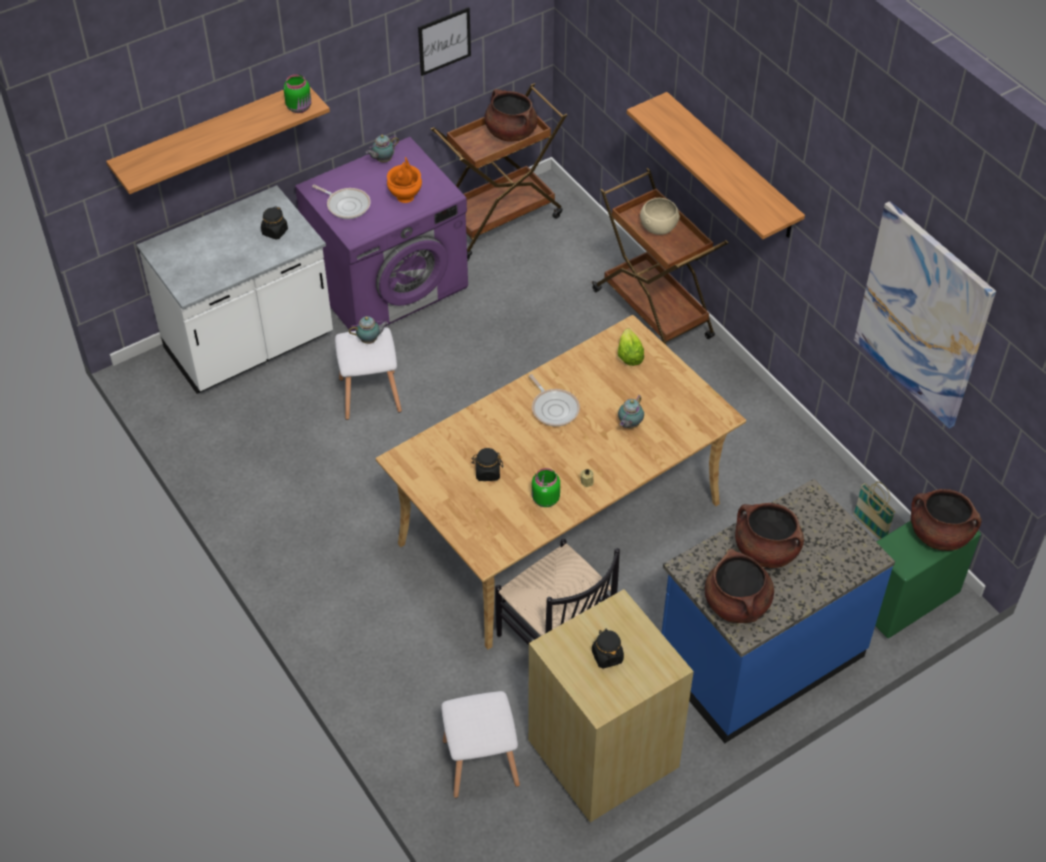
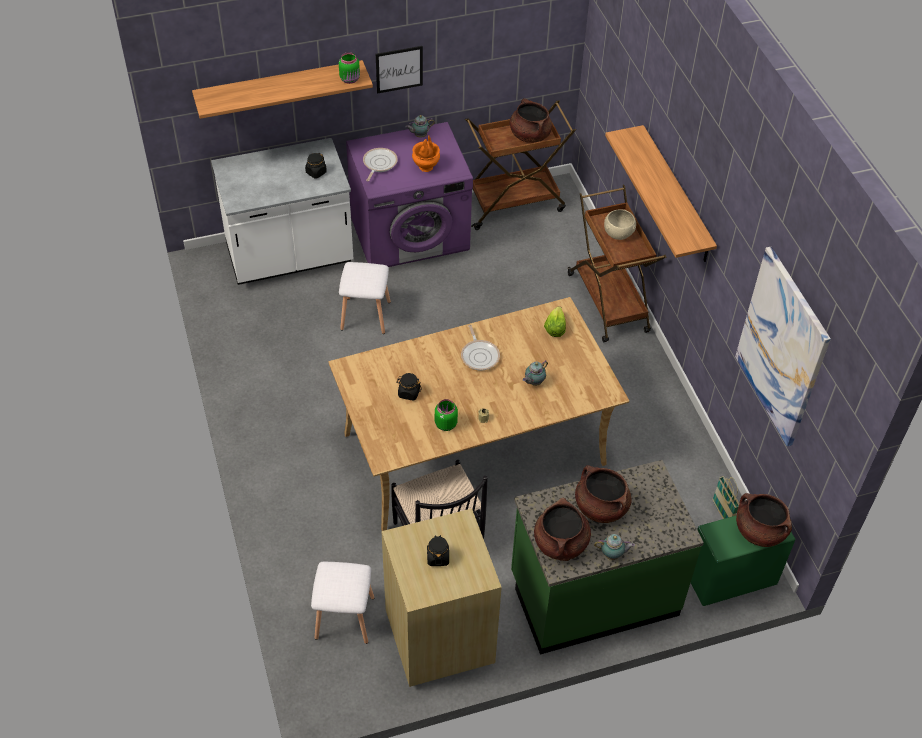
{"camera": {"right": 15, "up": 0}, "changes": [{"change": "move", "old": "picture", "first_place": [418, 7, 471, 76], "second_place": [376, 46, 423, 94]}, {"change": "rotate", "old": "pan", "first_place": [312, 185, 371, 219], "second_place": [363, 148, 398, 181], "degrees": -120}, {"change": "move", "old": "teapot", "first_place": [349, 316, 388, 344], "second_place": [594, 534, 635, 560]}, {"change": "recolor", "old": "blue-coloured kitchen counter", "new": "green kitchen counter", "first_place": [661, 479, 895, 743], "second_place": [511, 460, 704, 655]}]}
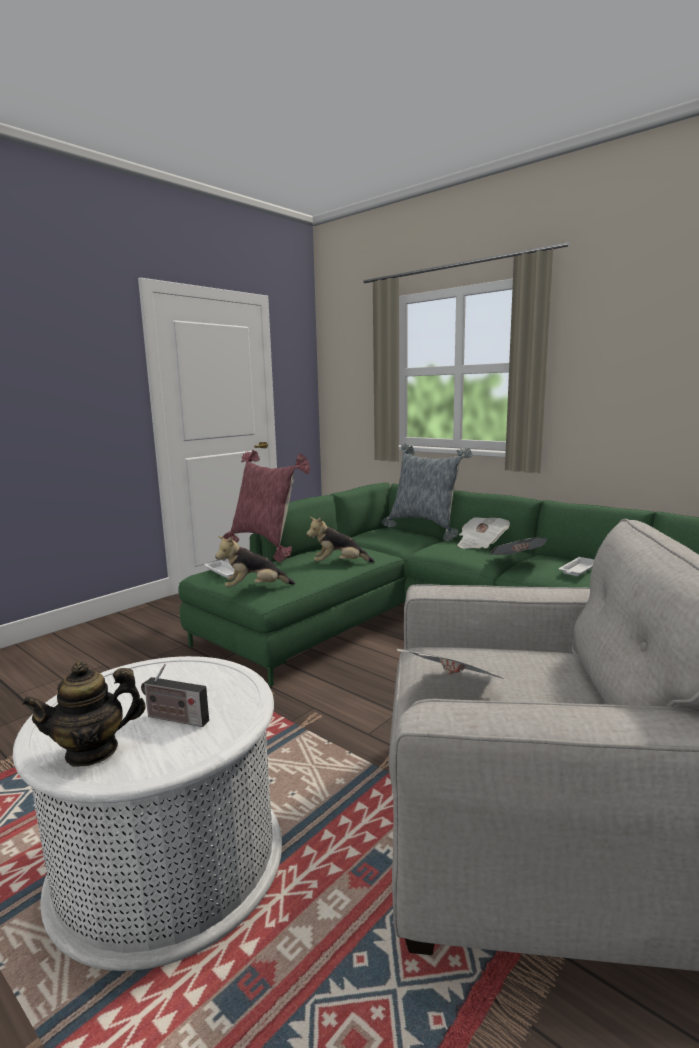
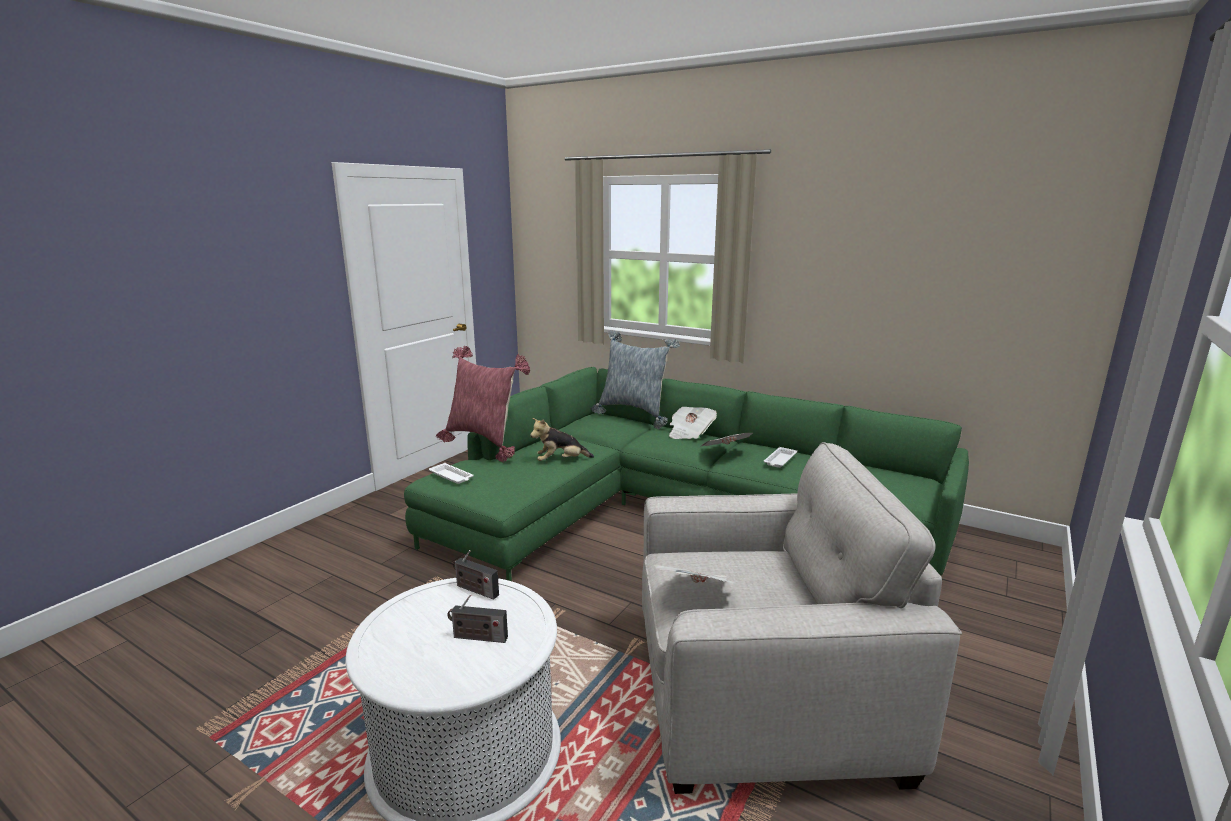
{"camera": {"right": -10, "up": 5}, "changes": [{"change": "delete", "old": "cuddly toy", "first_place": [215, 536, 295, 587]}, {"change": "delete", "old": "teapot", "first_place": [22, 661, 146, 767]}, {"change": "insert", "new": "radio", "second_place": [453, 550, 499, 600]}]}
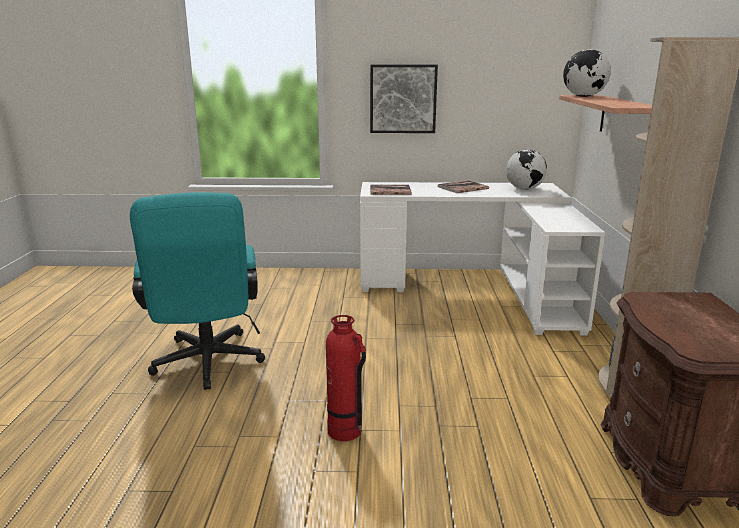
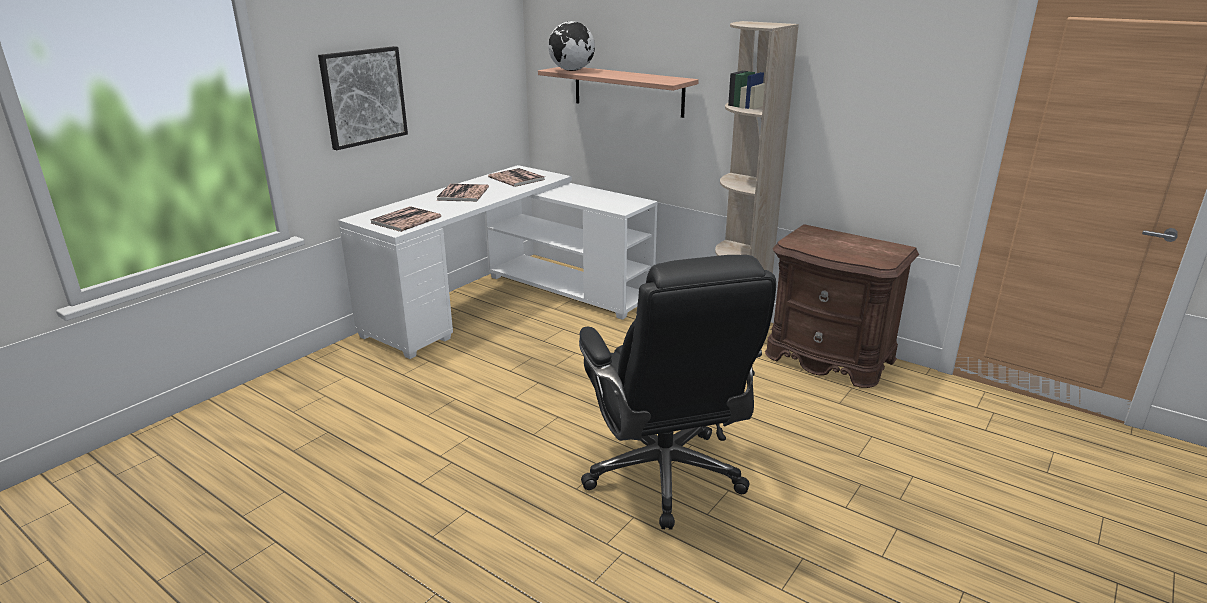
{"camera": {"right": -55, "up": 5}, "changes": [{"change": "replace", "old": "world globe", "new": "volume", "first_place": [506, 149, 547, 190], "second_place": [488, 168, 545, 187]}, {"change": "delete", "old": "turquoise-coloured desk chair", "first_place": [130, 192, 265, 390]}, {"change": "replace", "old": "extinguisher", "new": "black-coloured desk chair", "first_place": [326, 315, 366, 441], "second_place": [579, 255, 776, 530]}]}
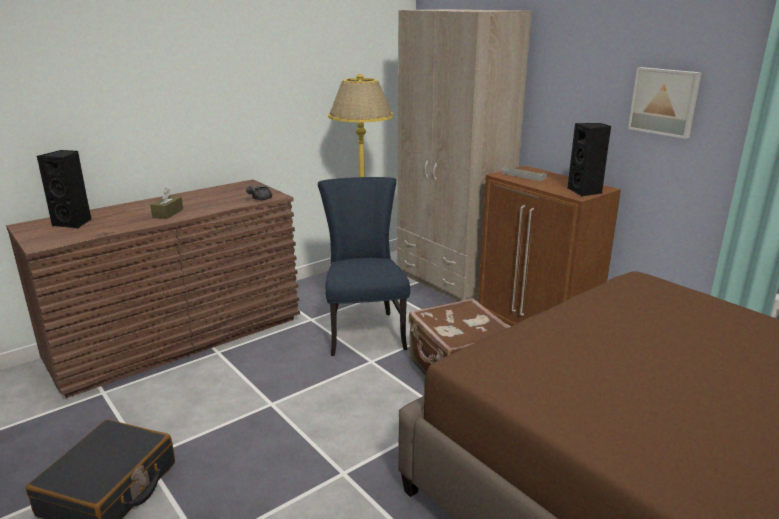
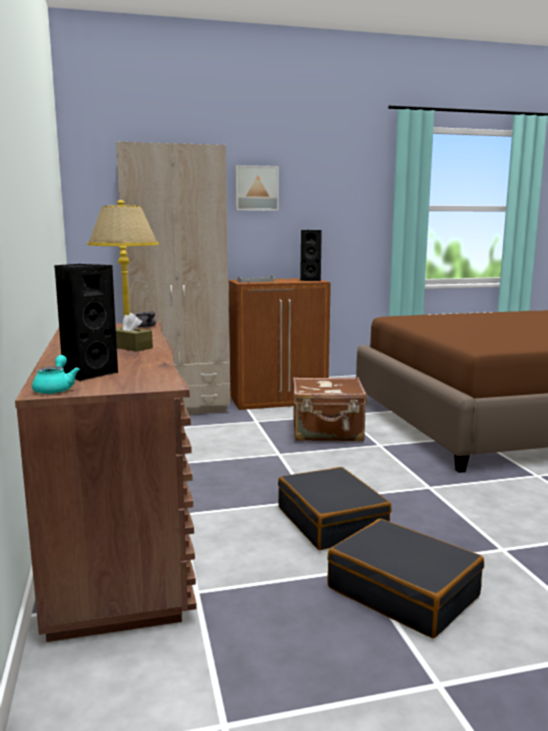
{"camera": {"right": -65, "up": -10}, "changes": [{"change": "move", "old": "picture", "first_place": [628, 67, 702, 139], "second_place": [235, 165, 279, 211]}, {"change": "delete", "old": "blue-coloured chair", "first_place": [318, 177, 410, 356]}, {"change": "insert", "new": "turquoise-coloured teapot", "second_place": [32, 355, 80, 394]}, {"change": "insert", "new": "black-coloured travel case", "second_place": [278, 467, 392, 550]}]}
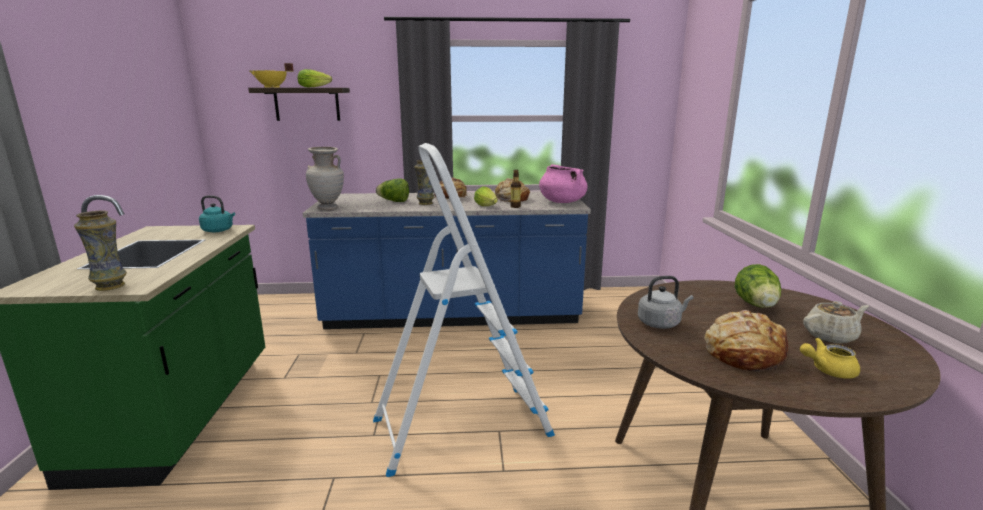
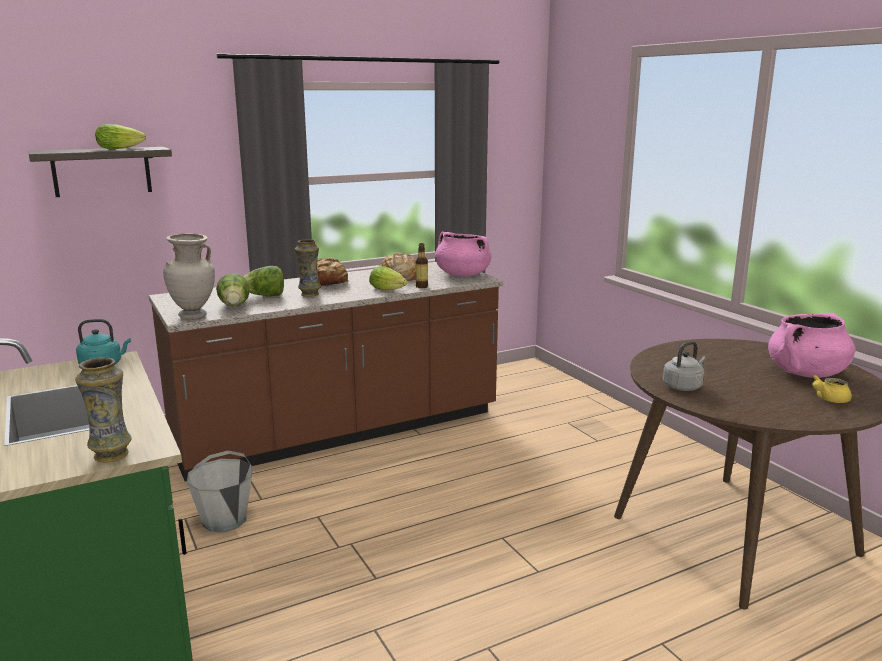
{"camera": {"right": -25, "up": 0}, "changes": [{"change": "delete", "old": "yellowish cooking pot", "first_place": [250, 63, 294, 87]}, {"change": "delete", "old": "white-coloured stepladder", "first_place": [373, 143, 555, 477]}, {"change": "recolor", "old": "blue-coloured kitchen counter", "new": "brown-coloured kitchen counter", "first_place": [303, 192, 591, 329], "second_place": [149, 262, 503, 481]}, {"change": "move", "old": "lettuce", "first_place": [735, 264, 781, 308], "second_place": [216, 273, 250, 306]}, {"change": "replace", "old": "beige teapot", "new": "pink cooking pot", "first_place": [803, 301, 869, 344], "second_place": [768, 313, 855, 378]}, {"change": "delete", "old": "baked bread", "first_place": [704, 310, 788, 372]}, {"change": "insert", "new": "grey bucket", "second_place": [187, 451, 252, 532]}]}
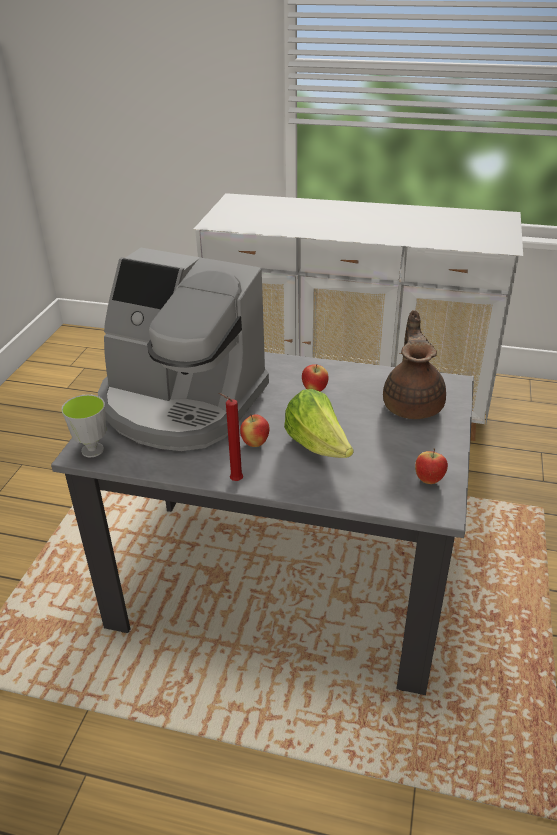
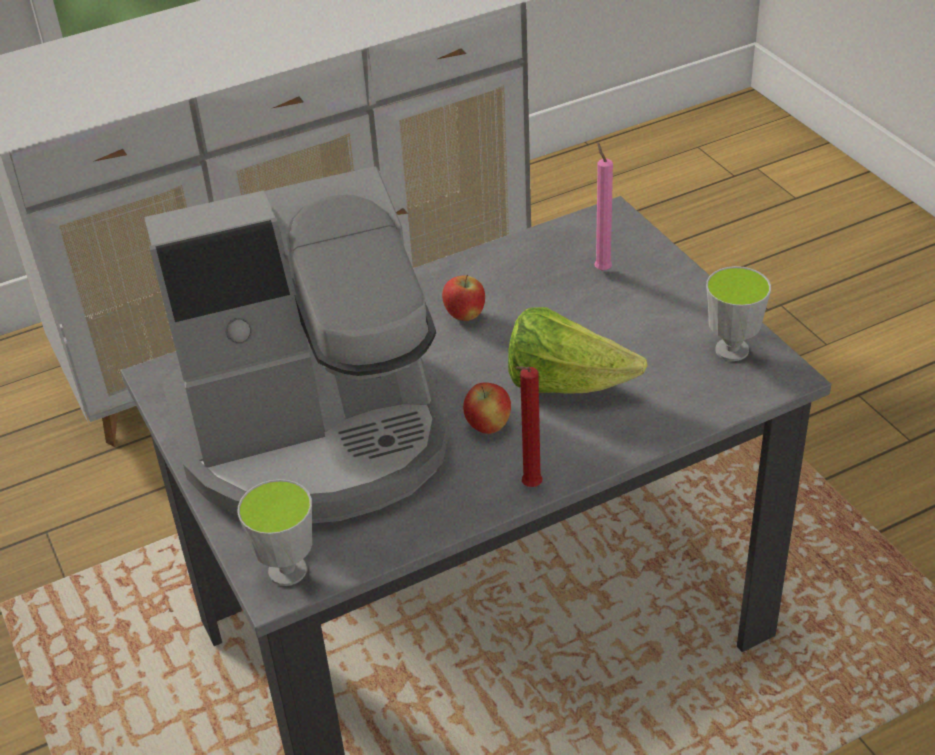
{"camera": {"right": -40, "up": 5}, "changes": [{"change": "replace", "old": "brown-coloured teapot", "new": "pink wax candle", "first_place": [383, 310, 446, 419], "second_place": [594, 142, 613, 271]}, {"change": "replace", "old": "whole apple", "new": "small cup", "first_place": [415, 448, 448, 484], "second_place": [706, 266, 771, 361]}]}
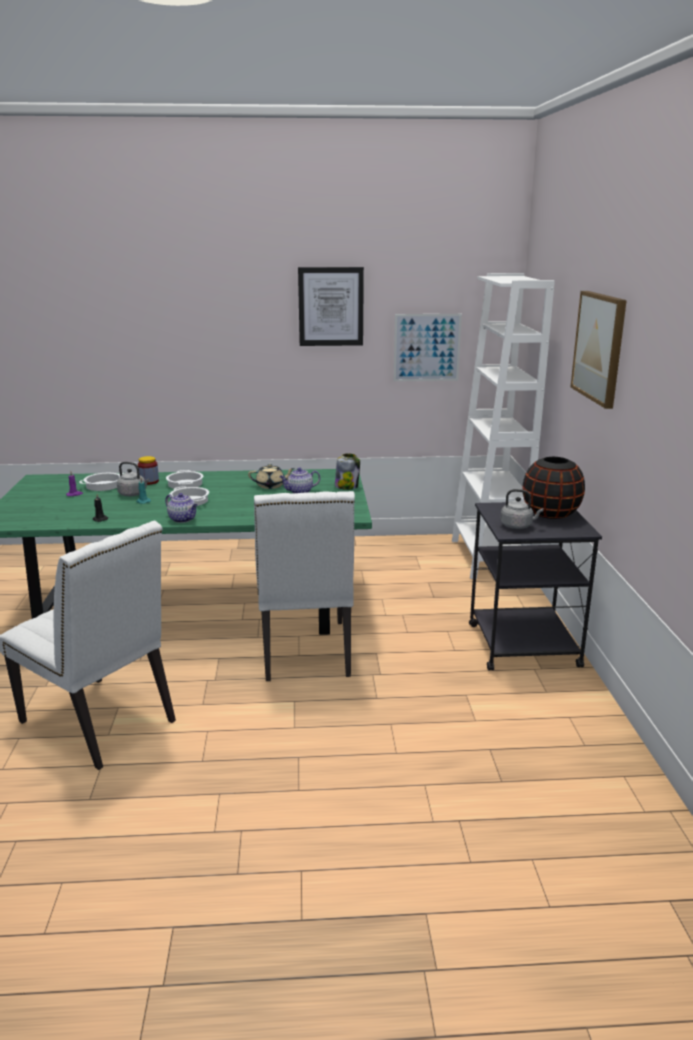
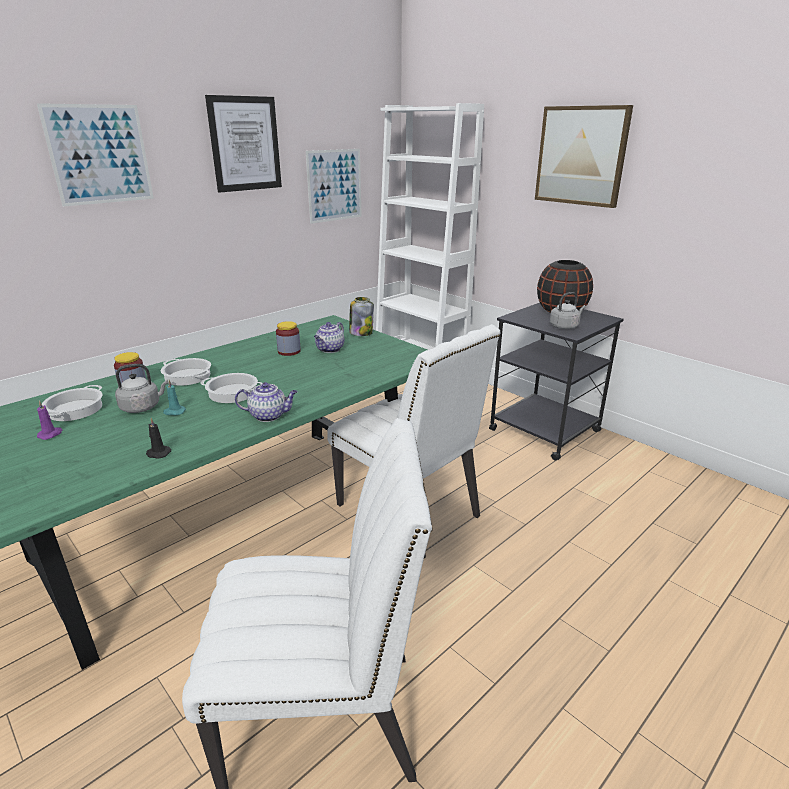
{"camera": {"right": -40, "up": 5}, "changes": [{"change": "replace", "old": "beige teapot", "new": "storage jar", "first_place": [248, 464, 295, 489], "second_place": [276, 321, 301, 356]}, {"change": "insert", "new": "picture", "second_place": [37, 103, 154, 207]}]}
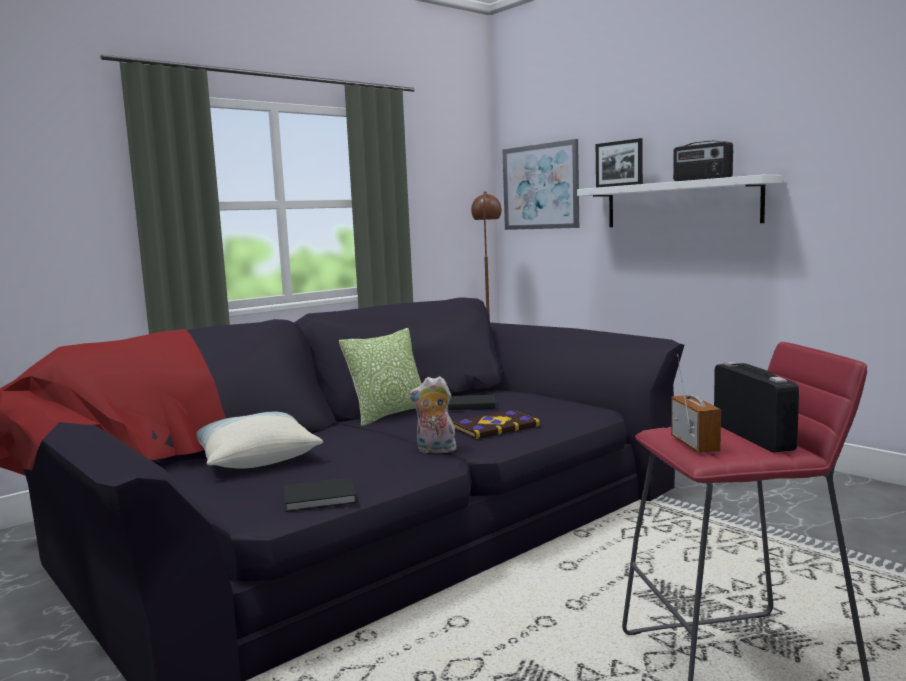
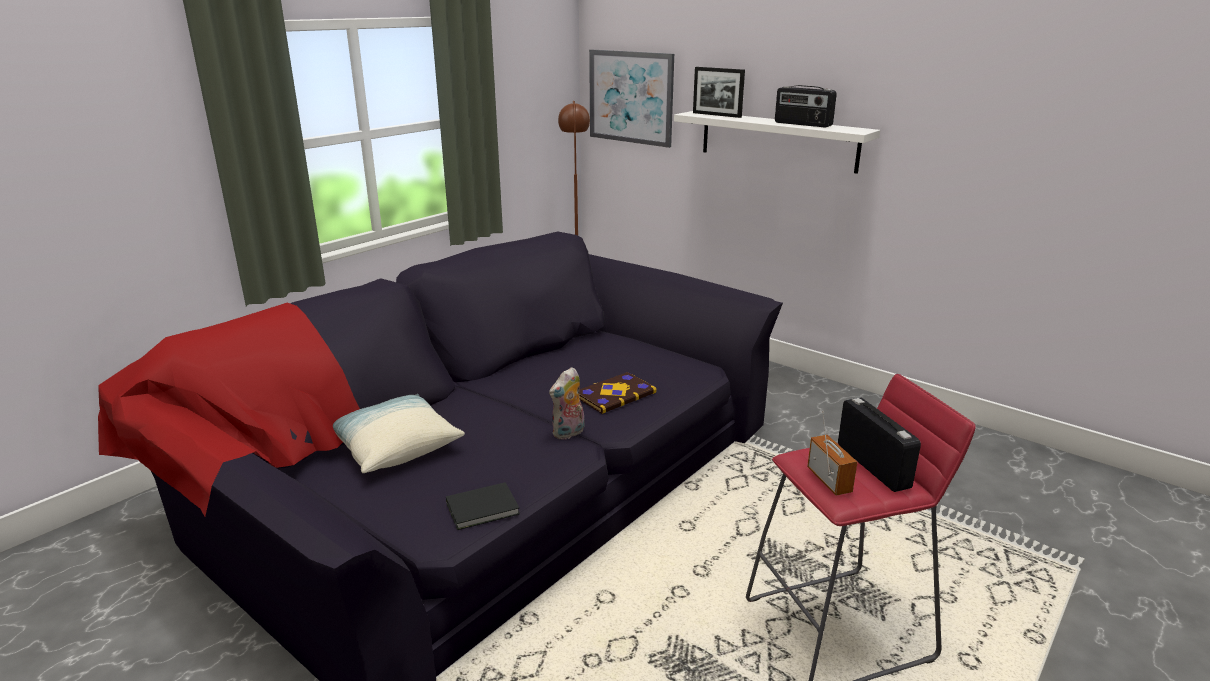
{"camera": {"right": -10, "up": 15}, "changes": [{"change": "delete", "old": "throw pillow", "first_place": [339, 328, 422, 426]}, {"change": "rotate", "old": "cuddly toy", "first_place": [409, 376, 460, 453], "second_place": [549, 367, 585, 440], "degrees": -45}, {"change": "delete", "old": "black-coloured volume", "first_place": [448, 395, 496, 410]}]}
